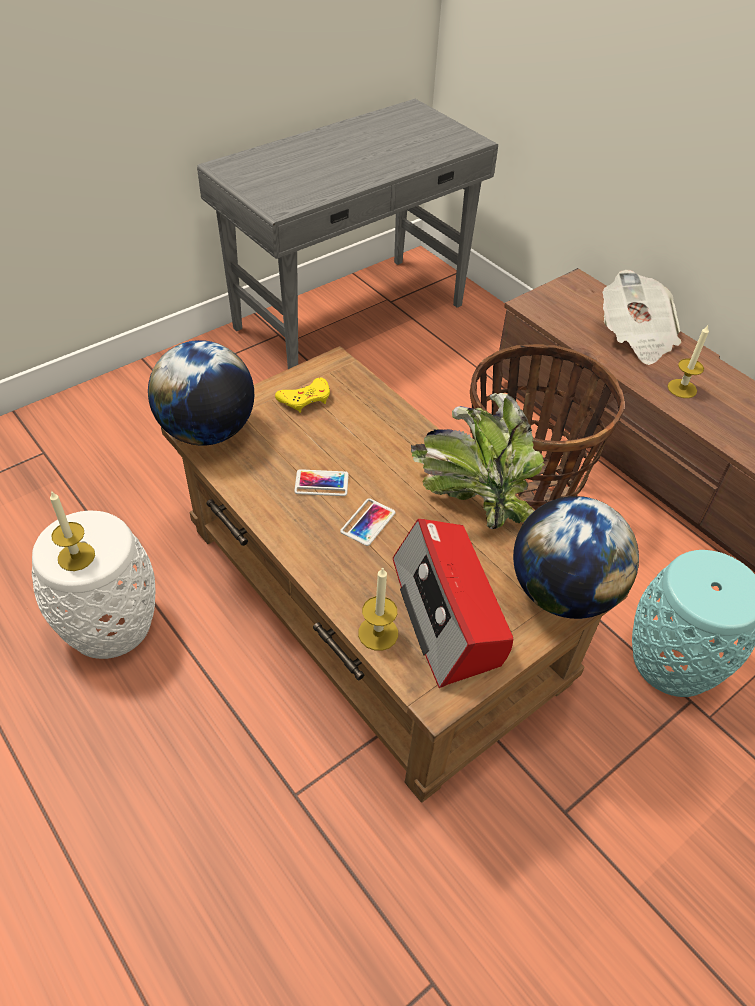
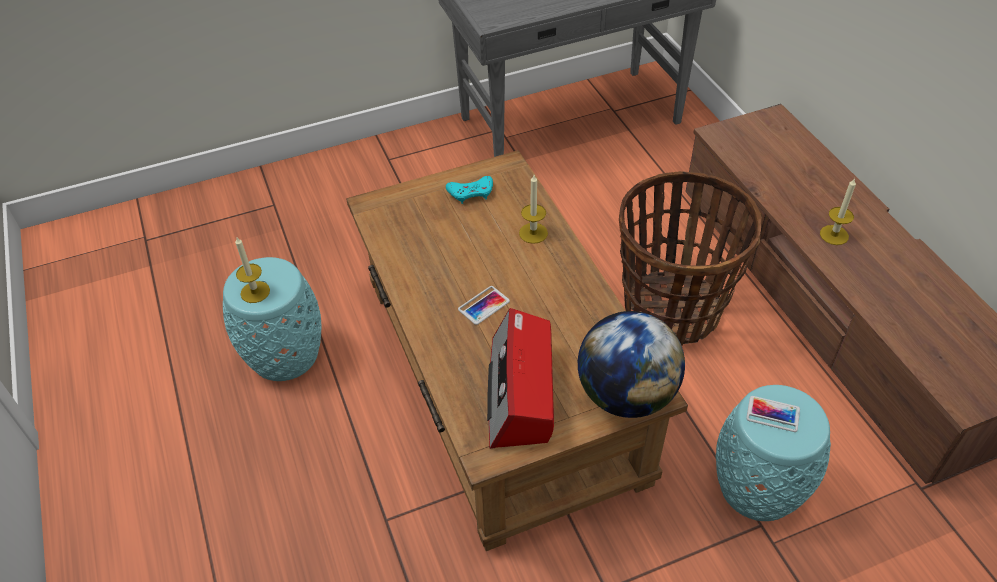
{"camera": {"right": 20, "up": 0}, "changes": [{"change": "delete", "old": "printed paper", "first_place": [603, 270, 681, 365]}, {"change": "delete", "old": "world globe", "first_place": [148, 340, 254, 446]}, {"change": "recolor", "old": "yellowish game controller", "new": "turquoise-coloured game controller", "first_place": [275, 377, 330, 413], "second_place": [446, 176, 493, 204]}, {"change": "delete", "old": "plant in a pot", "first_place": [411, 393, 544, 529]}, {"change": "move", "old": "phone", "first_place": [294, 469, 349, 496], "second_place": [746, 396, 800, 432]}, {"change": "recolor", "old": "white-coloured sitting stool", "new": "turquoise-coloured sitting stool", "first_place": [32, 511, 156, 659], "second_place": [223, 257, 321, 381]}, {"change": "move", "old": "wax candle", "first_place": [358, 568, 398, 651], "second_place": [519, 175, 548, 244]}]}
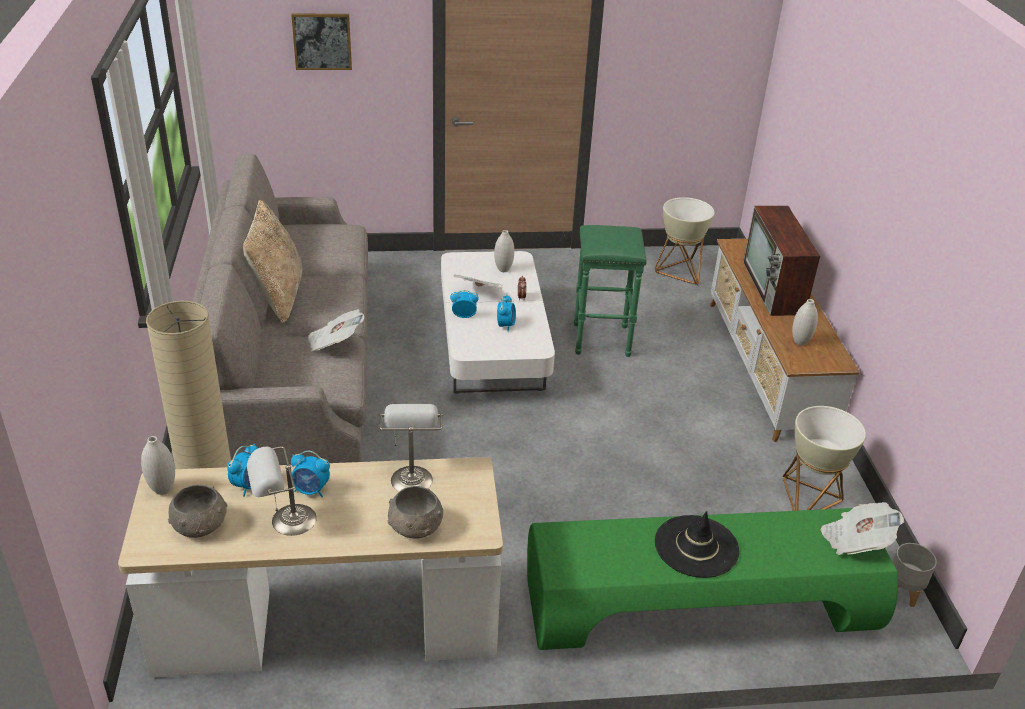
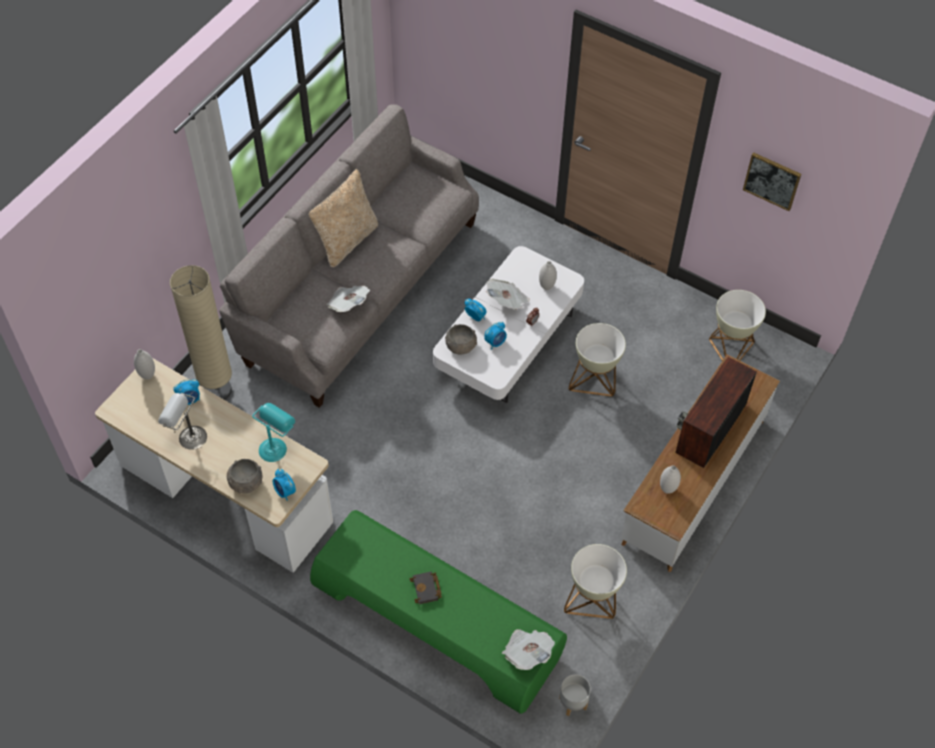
{"camera": {"right": 40, "up": 20}, "changes": [{"change": "move", "old": "picture", "first_place": [292, 13, 352, 70], "second_place": [743, 152, 801, 211]}, {"change": "replace", "old": "green sitting stool", "new": "plant pot", "first_place": [574, 225, 647, 357], "second_place": [569, 323, 626, 396]}, {"change": "recolor", "old": "white-coloured table lamp", "new": "turquoise-coloured table lamp", "first_place": [379, 404, 443, 492], "second_place": [252, 403, 295, 462]}, {"change": "move", "old": "alarm clock", "first_place": [291, 451, 330, 497], "second_place": [273, 468, 296, 501]}, {"change": "move", "old": "grey serving bowl", "first_place": [168, 485, 227, 538], "second_place": [445, 324, 477, 355]}, {"change": "replace", "old": "black-coloured clothing hat", "new": "black-coloured volume", "first_place": [655, 511, 739, 578], "second_place": [410, 571, 442, 604]}]}
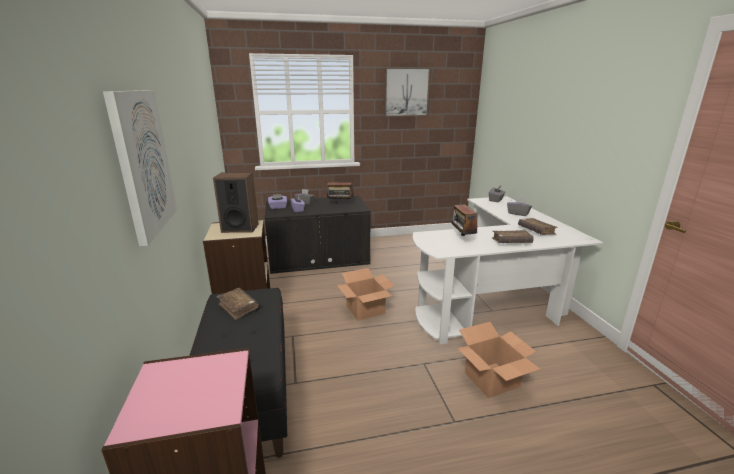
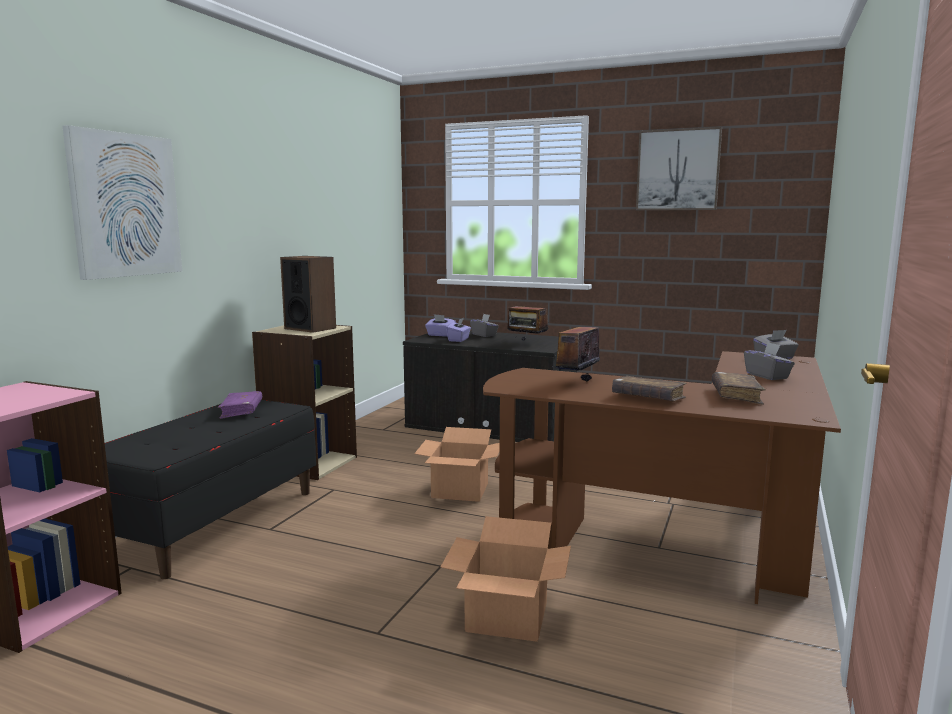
{"camera": {"right": 35, "up": -10}, "changes": [{"change": "recolor", "old": "white-coloured desk unit", "new": "brown-coloured desk unit", "first_place": [413, 196, 603, 344], "second_place": [483, 351, 841, 604]}, {"change": "recolor", "old": "brown-coloured volume", "new": "purple volume", "first_place": [217, 288, 259, 320], "second_place": [218, 391, 262, 419]}]}
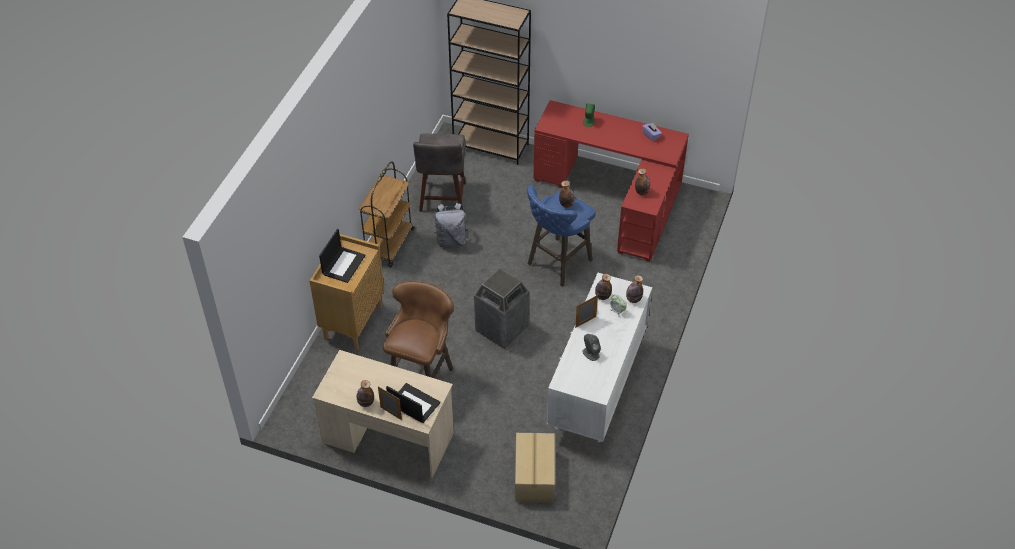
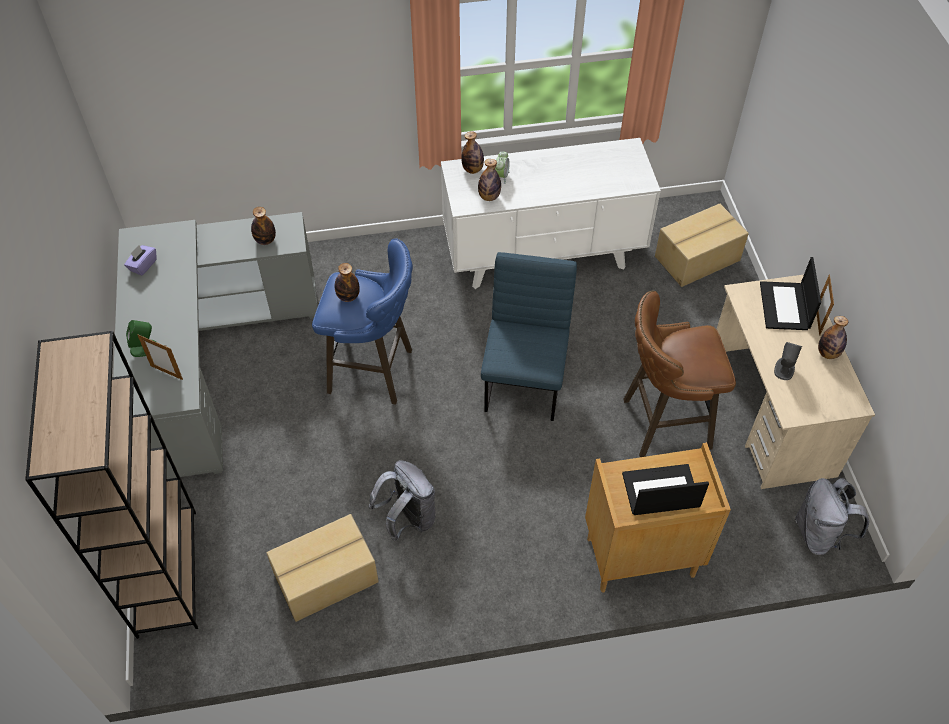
{"camera": {"right": -120, "up": 5}, "changes": [{"change": "recolor", "old": "red-coloured desk unit", "new": "grey desk unit", "first_place": [533, 100, 689, 262], "second_place": [113, 212, 318, 479]}, {"change": "replace", "old": "grey sitting stool", "new": "carton", "first_place": [413, 134, 466, 212], "second_place": [267, 514, 379, 622]}, {"change": "delete", "old": "brown-coloured wheeled cart", "first_place": [359, 161, 415, 268]}, {"change": "replace", "old": "waste bin", "new": "blue-coloured chair", "first_place": [474, 268, 529, 349], "second_place": [481, 252, 577, 421]}, {"change": "move", "old": "picture frame", "first_place": [575, 295, 598, 328], "second_place": [137, 334, 183, 380]}, {"change": "move", "old": "grey speaker", "first_place": [583, 334, 601, 361], "second_place": [774, 342, 802, 380]}, {"change": "insert", "new": "grey rucksack", "second_place": [795, 478, 869, 555]}]}
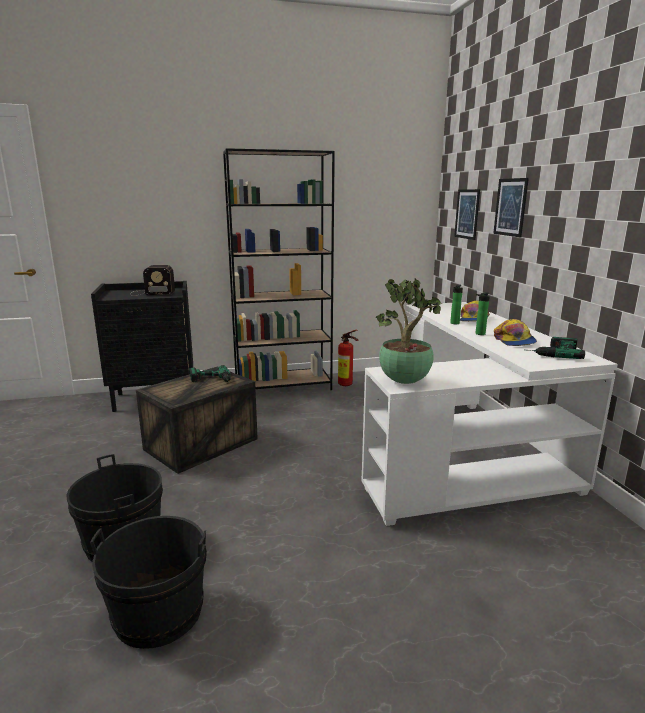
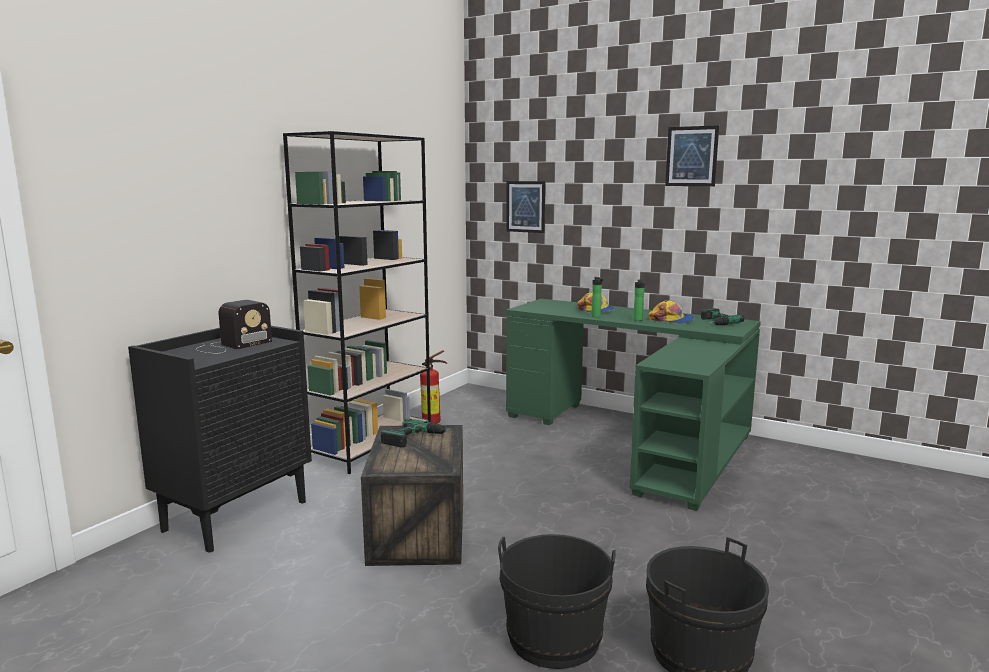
{"camera": {"right": -45, "up": -5}, "changes": [{"change": "move", "old": "picture", "first_place": [493, 178, 529, 237], "second_place": [665, 125, 719, 186]}, {"change": "delete", "old": "plant in a pot", "first_place": [376, 278, 441, 384]}, {"change": "recolor", "old": "white-coloured desk unit", "new": "green desk unit", "first_place": [361, 302, 618, 526], "second_place": [506, 299, 761, 511]}]}
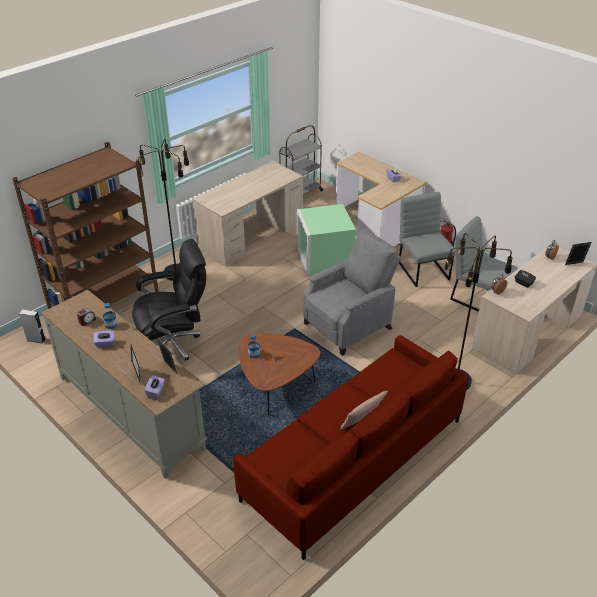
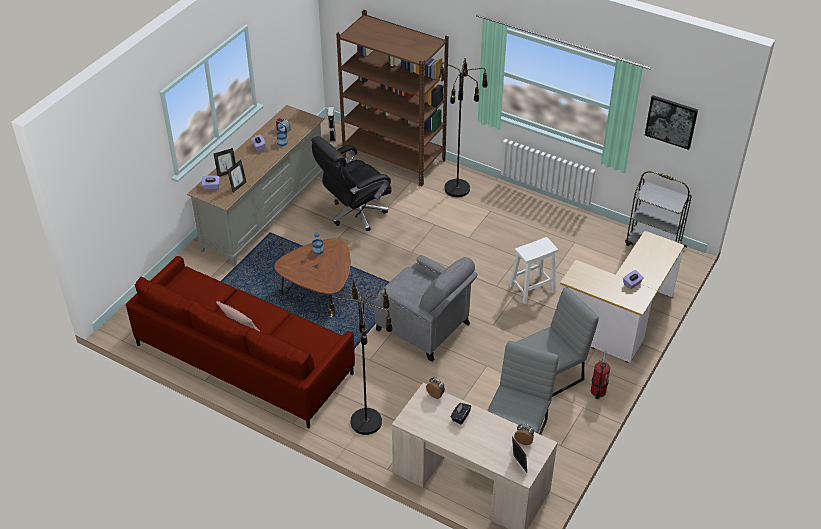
{"camera": {"right": 75, "up": 5}, "changes": [{"change": "delete", "old": "beige desk unit", "first_place": [192, 161, 303, 266]}, {"change": "replace", "old": "green storage bin", "new": "white-coloured sitting stool", "first_place": [297, 204, 356, 276], "second_place": [509, 237, 558, 304]}, {"change": "rotate", "old": "black-coloured desk chair", "first_place": [132, 239, 206, 360], "second_place": [311, 136, 392, 231], "degrees": 90}, {"change": "insert", "new": "picture", "second_place": [645, 95, 698, 150]}]}
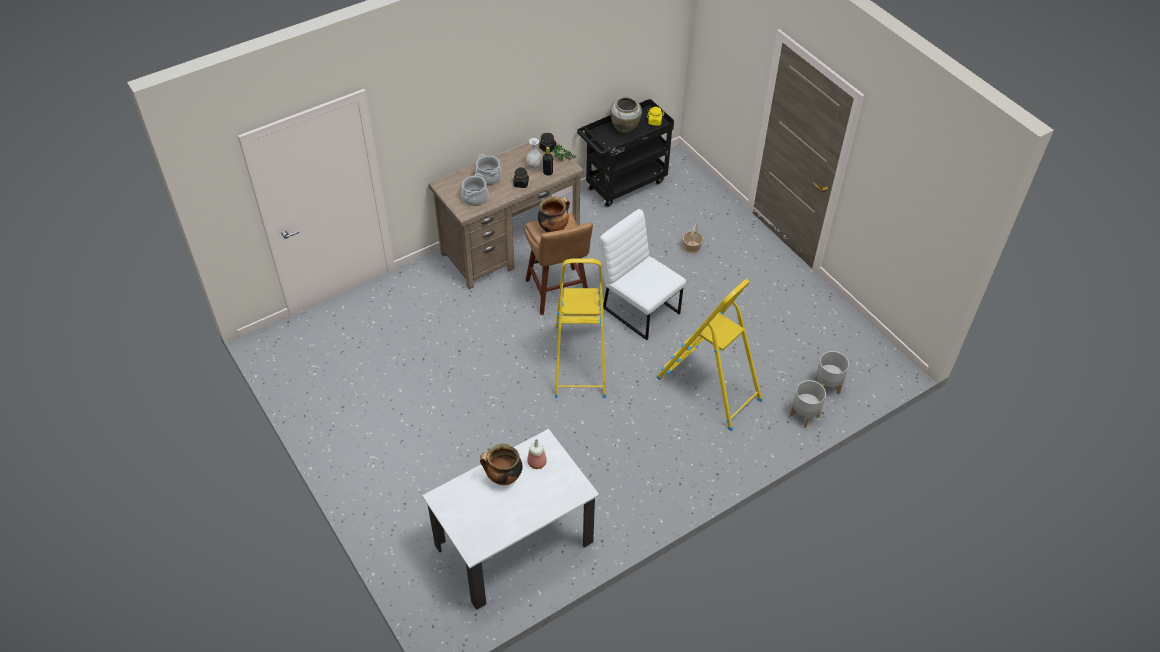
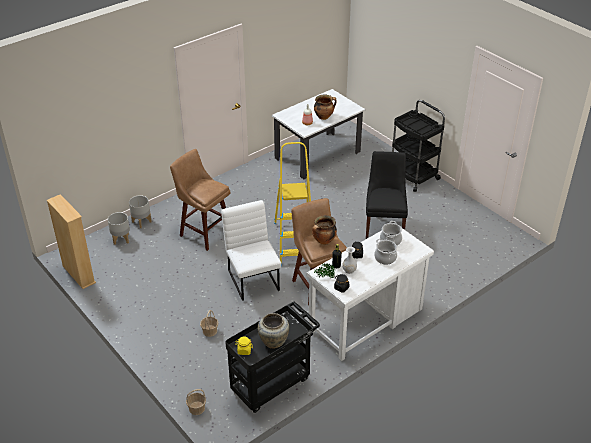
{"camera": {"right": 175, "up": -10}, "changes": [{"change": "recolor", "old": "brown-coloured desk unit", "new": "white-coloured desk unit", "first_place": [428, 137, 584, 289], "second_place": [306, 223, 434, 361]}, {"change": "rotate", "old": "white-coloured chair", "first_place": [600, 209, 686, 340], "second_place": [221, 200, 281, 301], "degrees": -150}, {"change": "replace", "old": "yellowish stepladder", "new": "brown-coloured sitting stool", "first_place": [656, 279, 762, 431], "second_place": [170, 149, 230, 251]}, {"change": "insert", "new": "black-coloured wheeled cart", "second_place": [392, 100, 445, 192]}, {"change": "insert", "new": "black-coloured chair", "second_place": [366, 151, 408, 239]}, {"change": "insert", "new": "beige bookshelf", "second_place": [47, 194, 96, 289]}, {"change": "insert", "new": "basket", "second_place": [186, 389, 206, 415]}]}
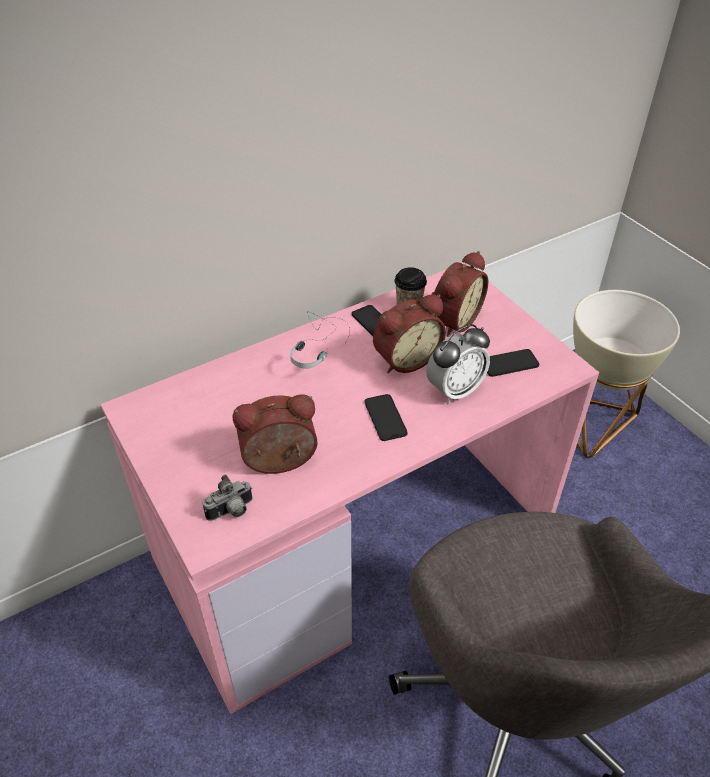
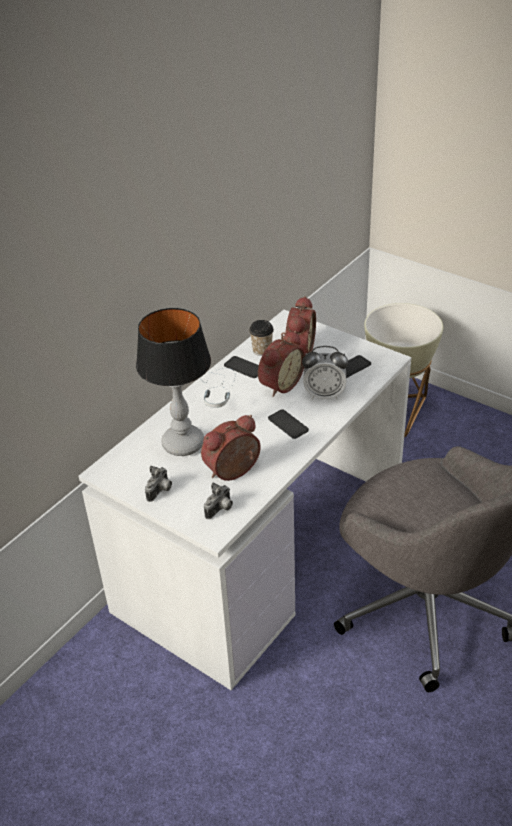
{"camera": {"right": -20, "up": -5}, "changes": [{"change": "recolor", "old": "pink desk unit", "new": "white-coloured desk unit", "first_place": [100, 263, 599, 714], "second_place": [79, 310, 411, 690]}, {"change": "rotate", "old": "alarm clock", "first_place": [426, 324, 490, 404], "second_place": [302, 346, 348, 399], "degrees": 60}, {"change": "insert", "new": "table lamp", "second_place": [136, 308, 211, 456]}, {"change": "insert", "new": "photo camera", "second_place": [145, 466, 172, 502]}]}
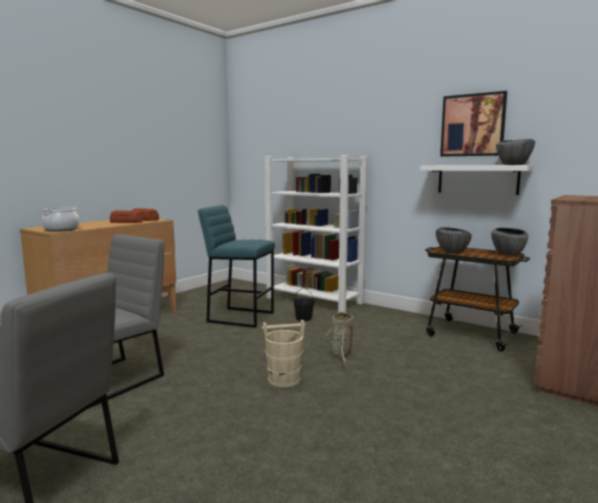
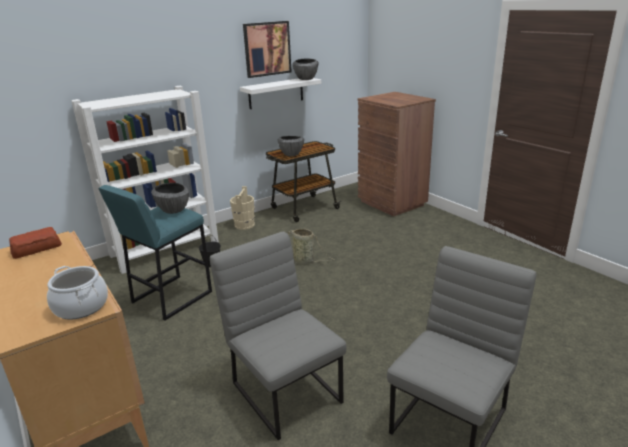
{"camera": {"right": -70, "up": 15}, "changes": [{"change": "delete", "old": "baked bread", "first_place": [110, 210, 143, 223]}, {"change": "move", "old": "serving bowl", "first_place": [491, 228, 528, 255], "second_place": [151, 183, 189, 214]}, {"change": "move", "old": "beige bucket", "first_place": [262, 320, 305, 388], "second_place": [230, 186, 255, 230]}]}
